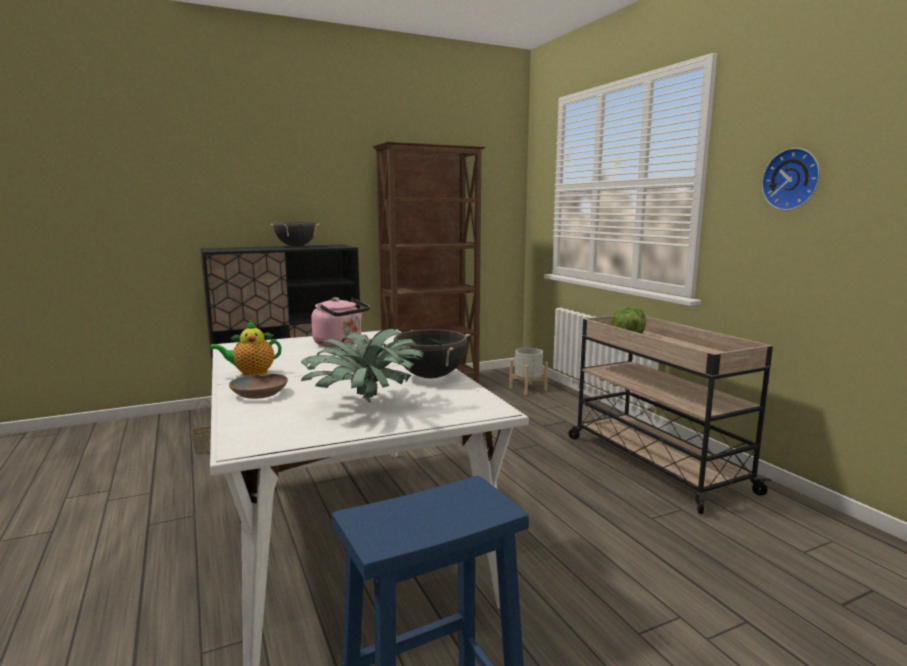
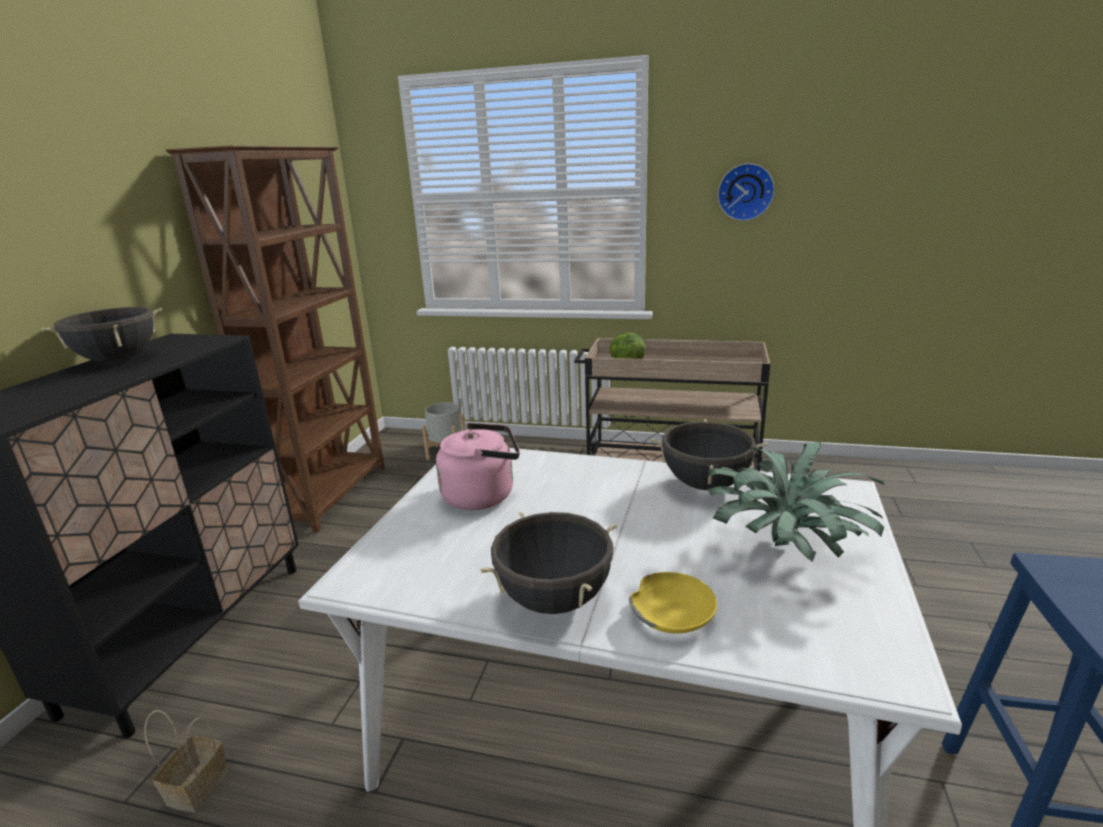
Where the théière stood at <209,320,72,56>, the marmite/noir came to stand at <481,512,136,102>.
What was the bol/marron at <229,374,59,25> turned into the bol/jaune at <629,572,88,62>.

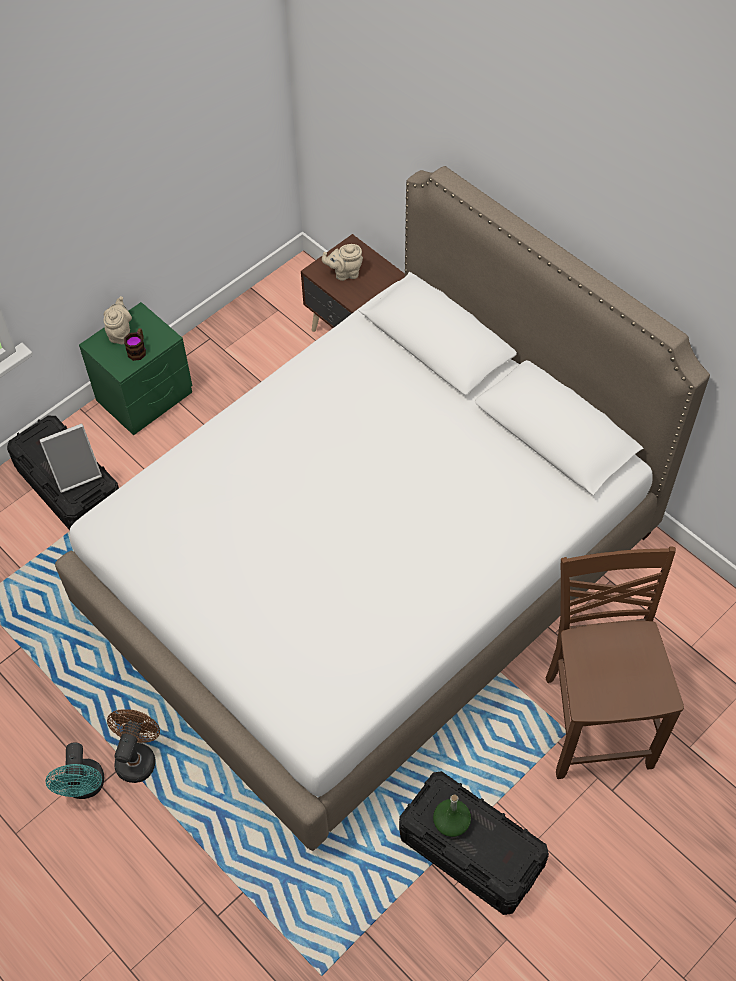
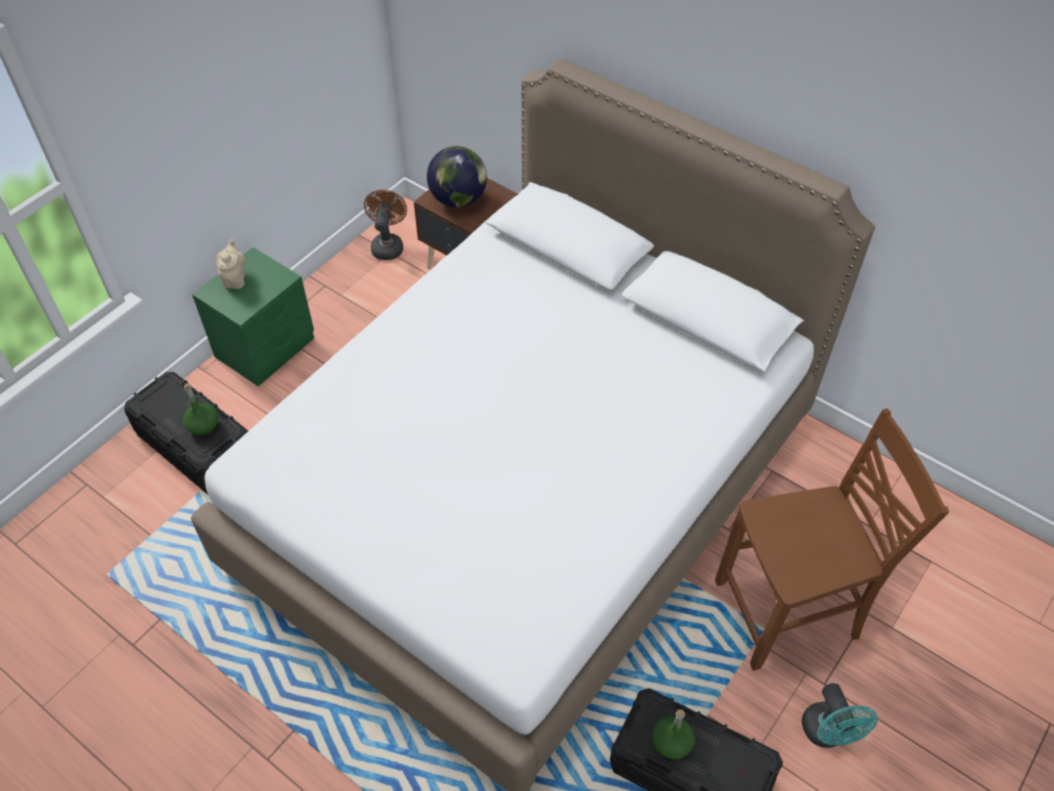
The second view lost the mug at <124,328,22,33>.
The ventilateur/turquoise ended up elsewhere, having gone from <45,742,59,57> to <802,683,76,65>.
The ventilateur/marron ended up elsewhere, having gone from <107,709,53,74> to <364,190,43,70>.
Where the cadre photo stood at <40,423,62,70>, the bouteille/vert came to stand at <183,383,35,53>.
Where the théière/beige stood at <322,244,41,37>, the globe came to stand at <427,146,60,62>.
The chaise/marron at <546,546,138,233> ended up facing another way, 90 degrees clockwise from before.

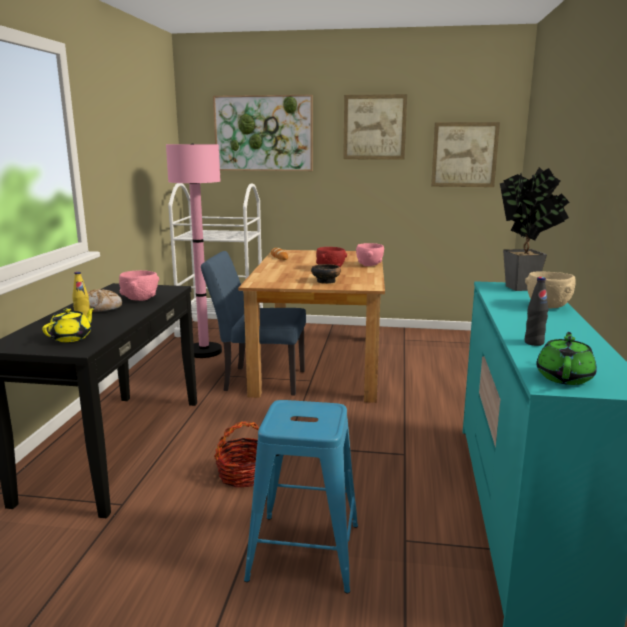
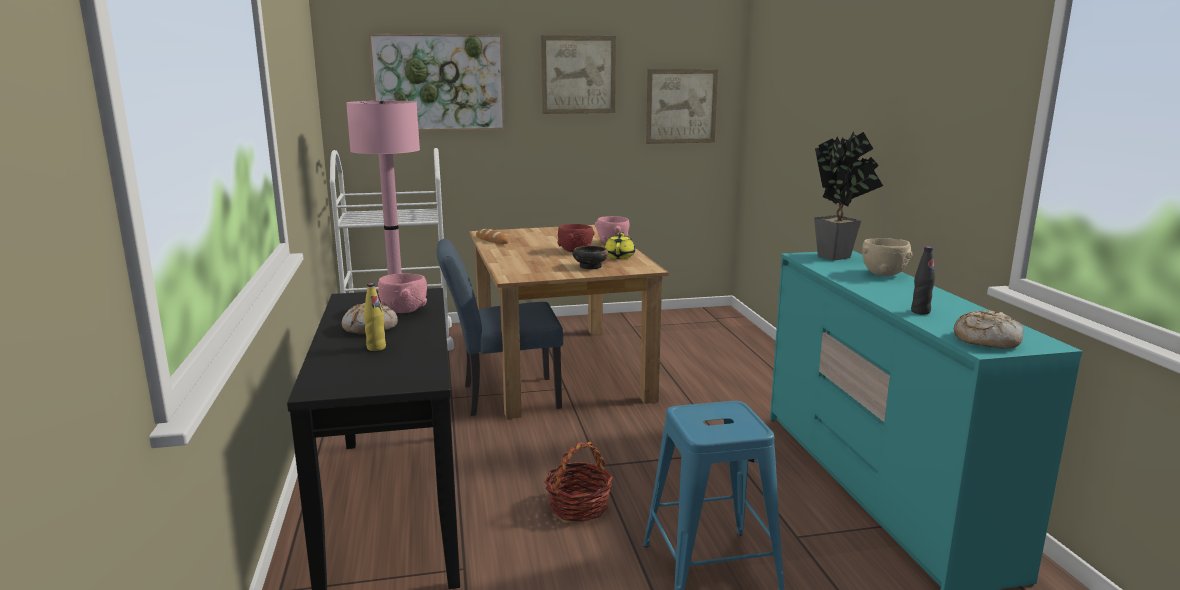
The théière/jaune ended up elsewhere, having gone from <42,307,53,35> to <605,233,30,26>.
Where the théière/vert stood at <536,332,61,53>, the pain came to stand at <954,311,70,38>.

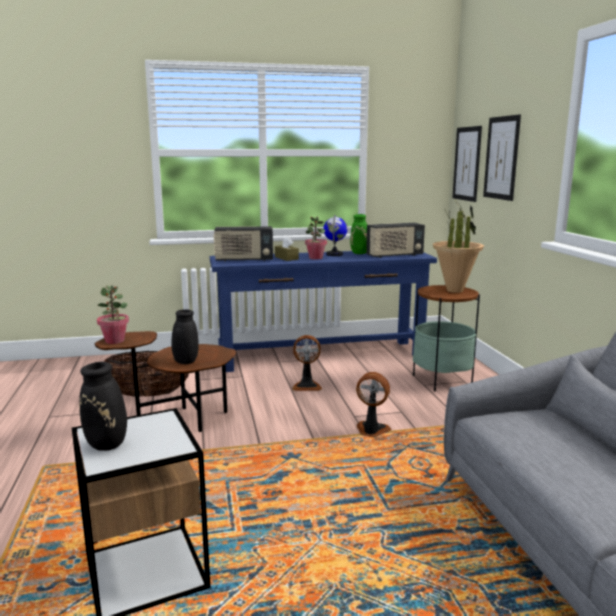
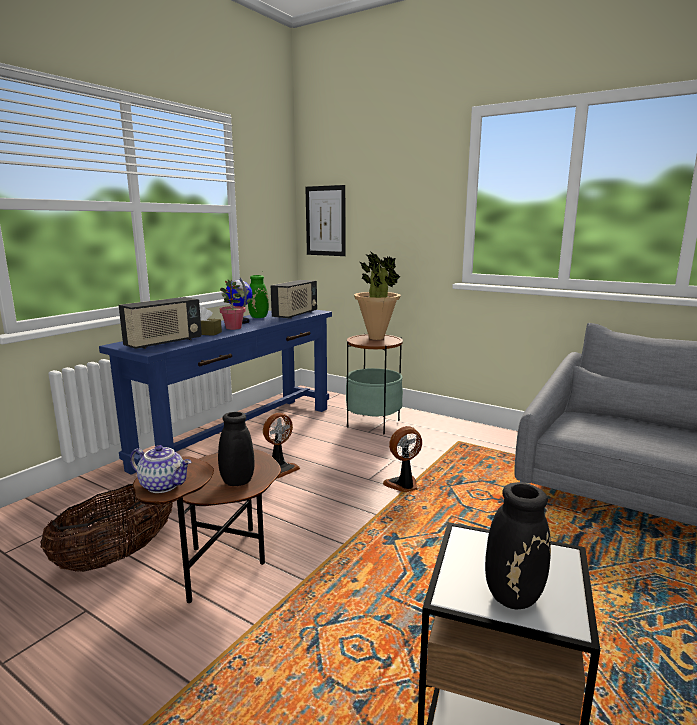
The second view lost the tableau at <483,114,38,87>.
Where the plante en pot stood at <97,285,32,59>, the théière came to stand at <130,445,61,48>.

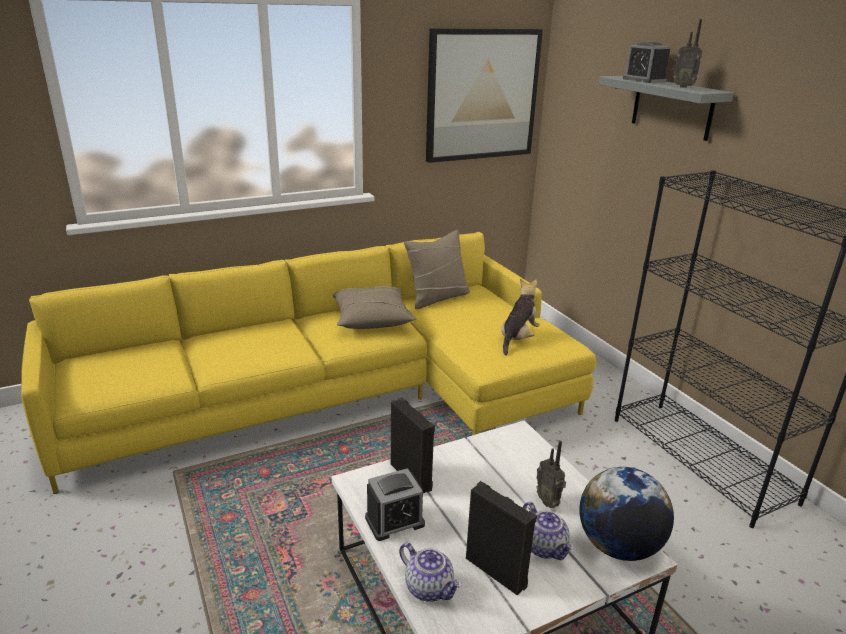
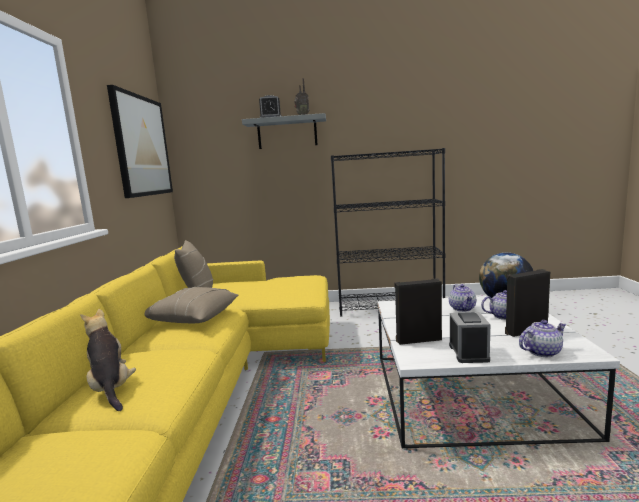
The peluche ended up elsewhere, having gone from <501,279,39,76> to <80,309,56,102>.
Where the radio stood at <536,441,30,67>, the théière came to stand at <449,284,27,28>.

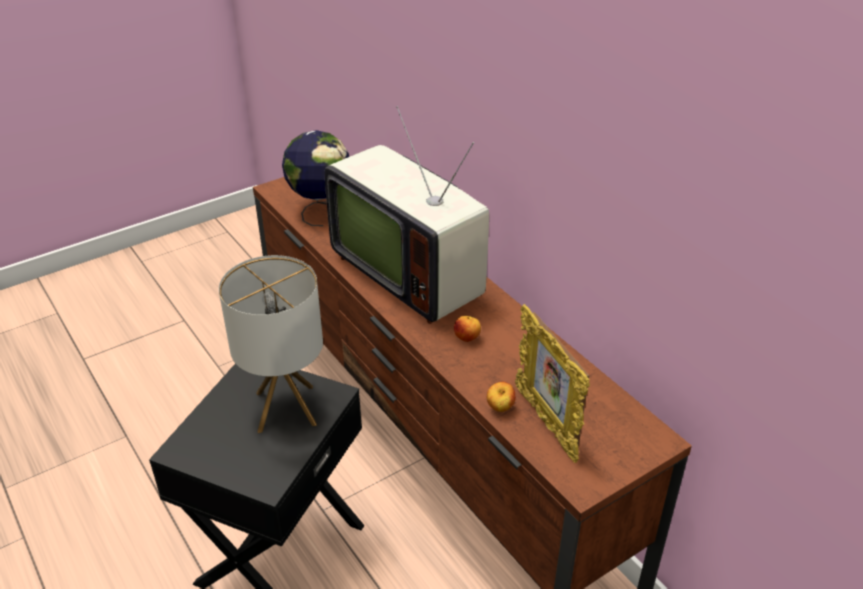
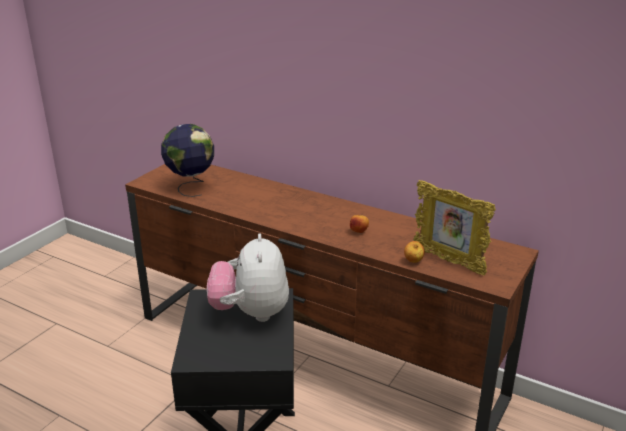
The second view lost the téléviseur at <324,106,165,218>.
Where the lampe de table stood at <219,255,104,178>, the peluche came to stand at <207,234,82,88>.

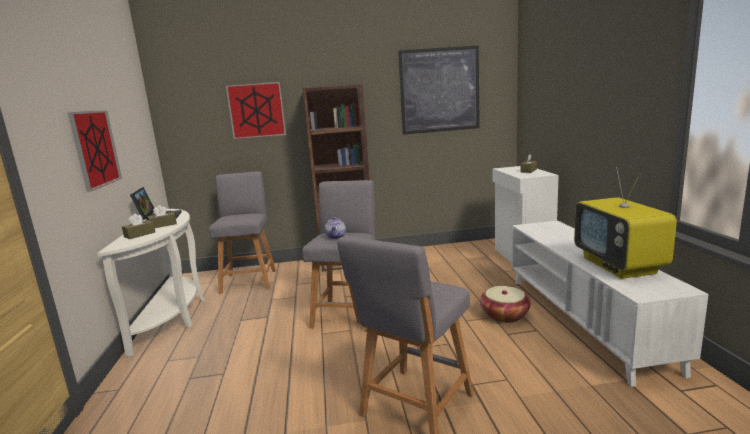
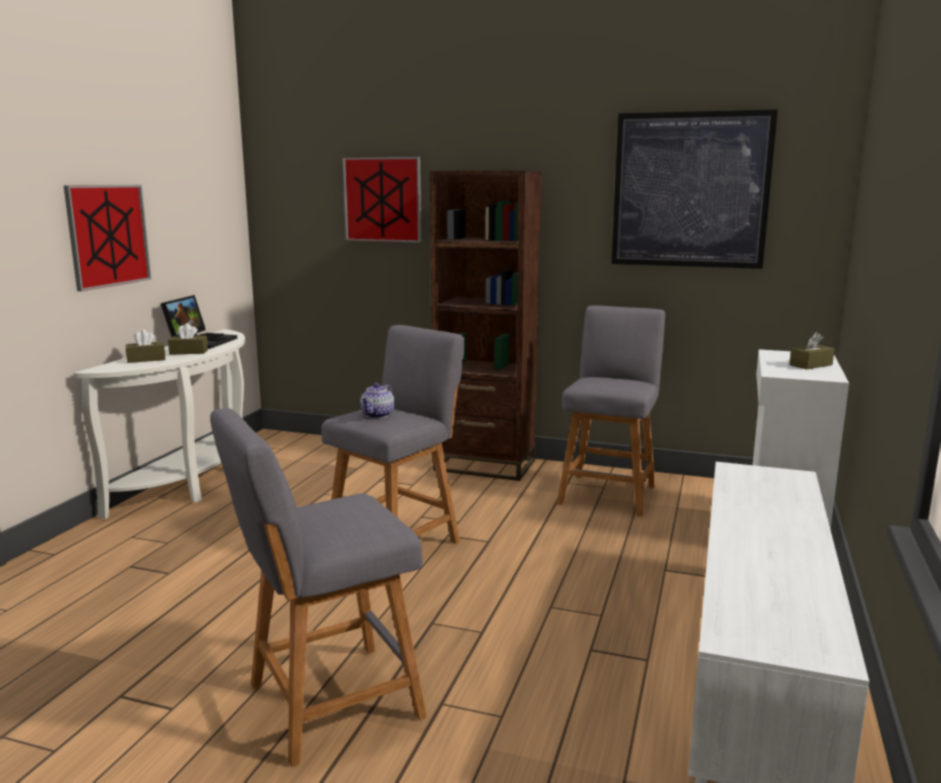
The second view lost the panier at <480,286,51,37>.
The second view lost the téléviseur at <574,167,103,112>.
The tabouret/gris ended up elsewhere, having gone from <209,172,67,122> to <556,306,109,211>.

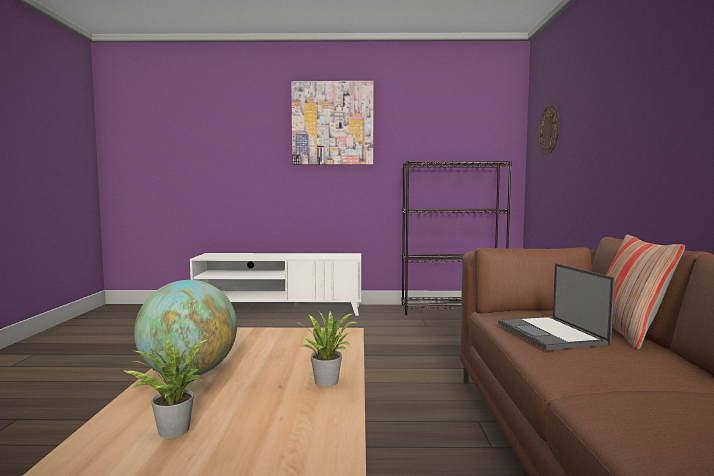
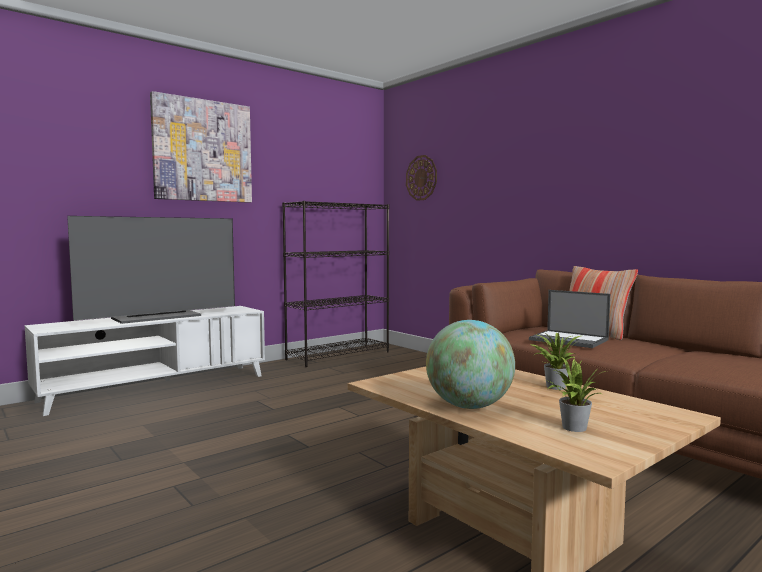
The second view gained the téléviseur at <67,216,168,108>.

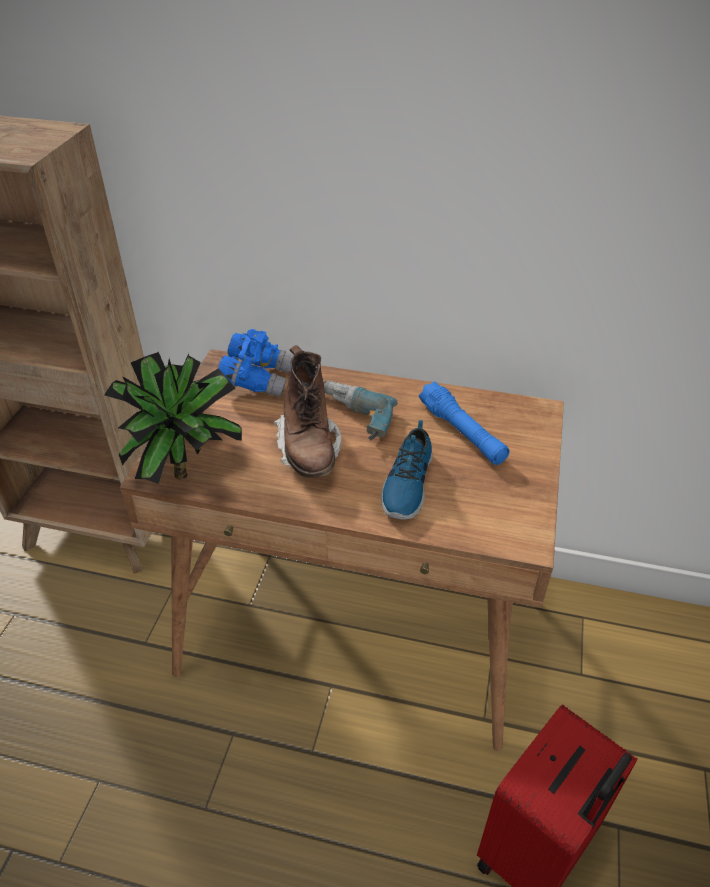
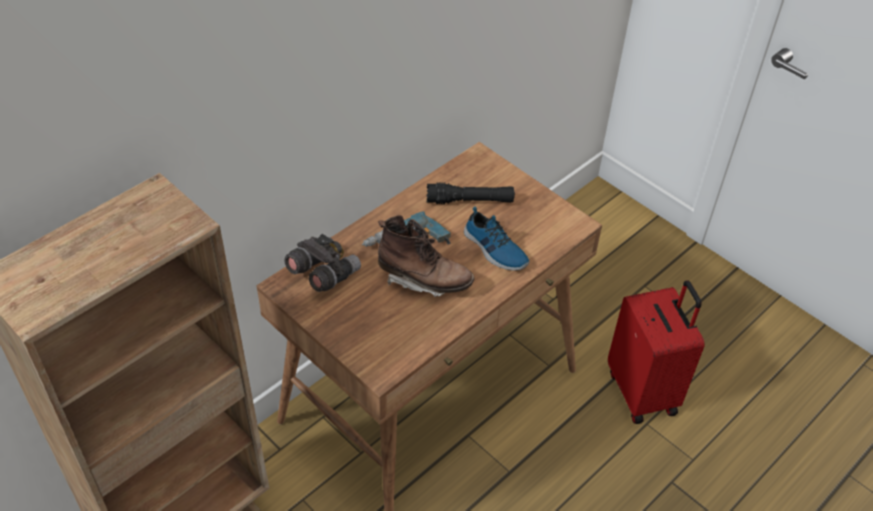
The second view lost the plante en pot at <104,352,138,132>.
What was the jumelles/bleu at <218,329,76,68> turned into the jumelles/gris at <285,234,76,58>.
What was the lampe de poche/bleu at <419,381,91,84> turned into the lampe de poche/noir at <427,182,88,22>.

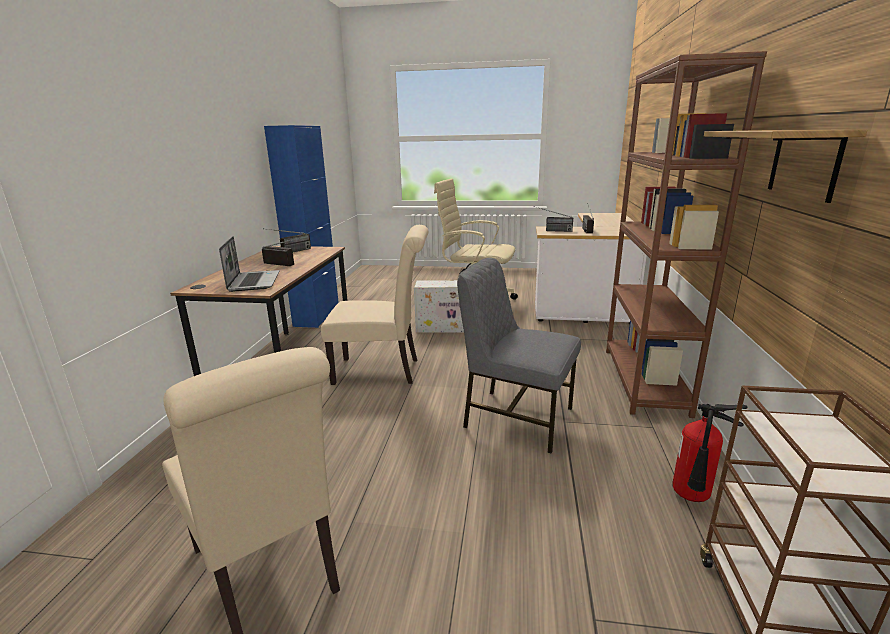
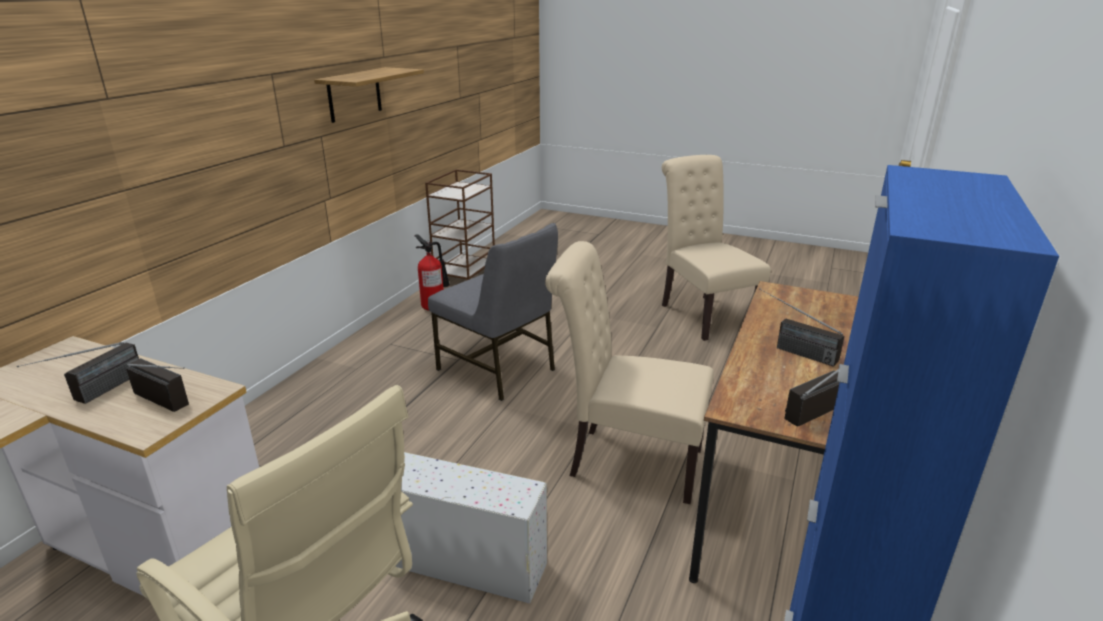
The second view lost the ordinateur portable at <219,236,61,56>.
The second view lost the bibliothèque/marron at <606,51,161,367>.

